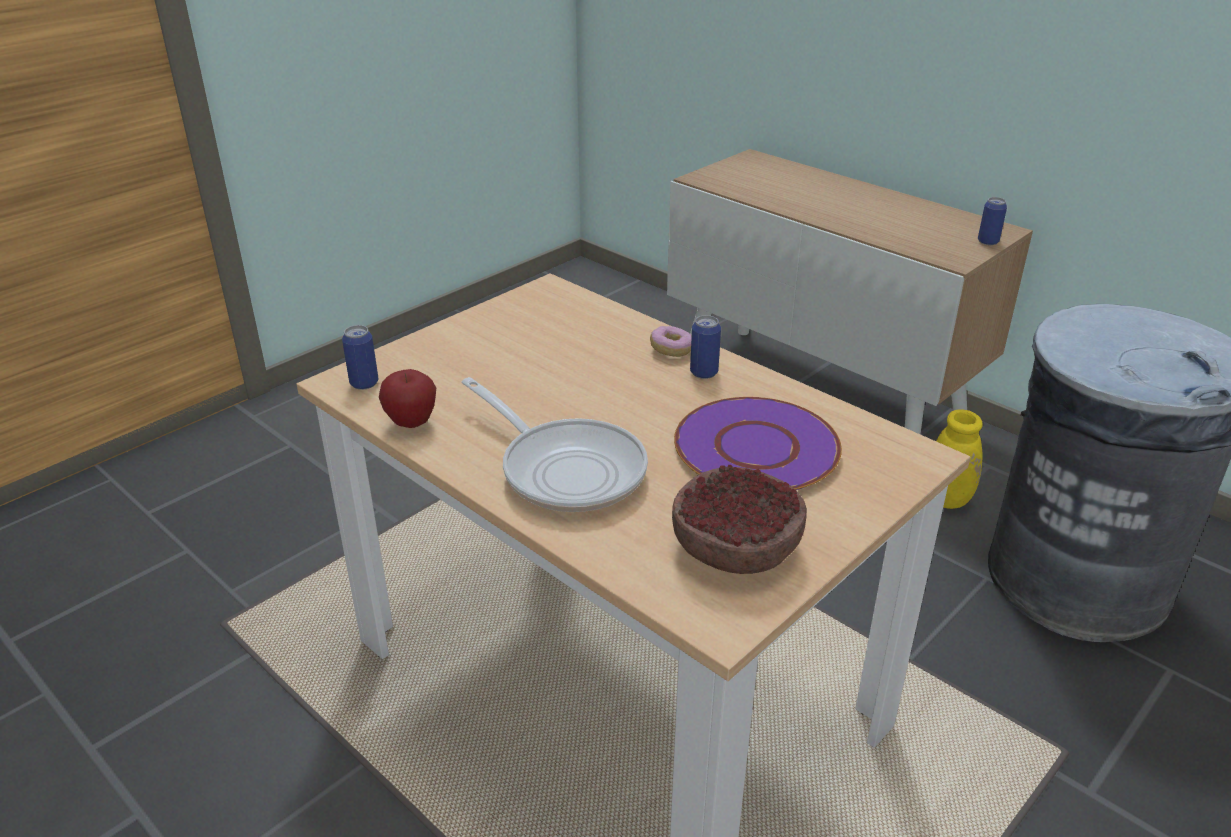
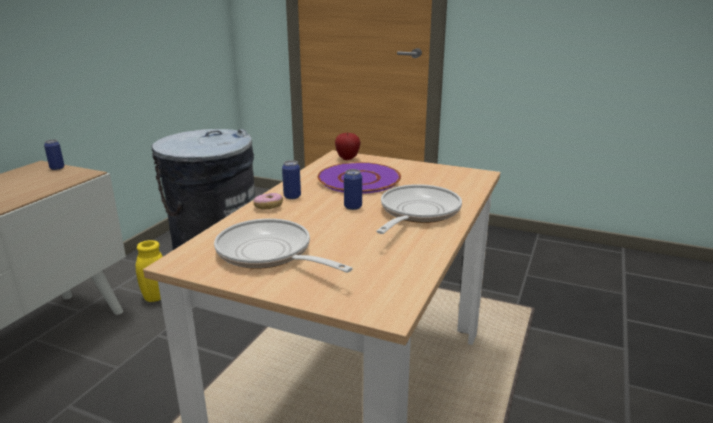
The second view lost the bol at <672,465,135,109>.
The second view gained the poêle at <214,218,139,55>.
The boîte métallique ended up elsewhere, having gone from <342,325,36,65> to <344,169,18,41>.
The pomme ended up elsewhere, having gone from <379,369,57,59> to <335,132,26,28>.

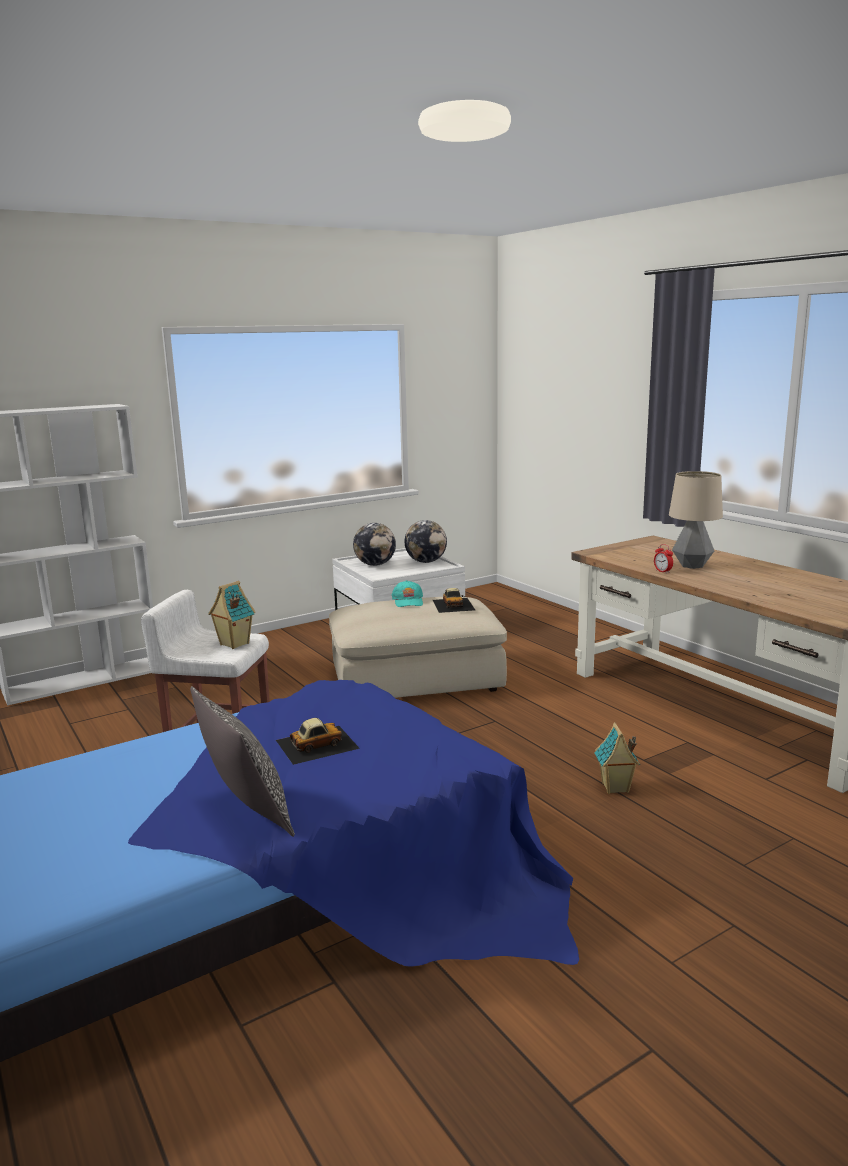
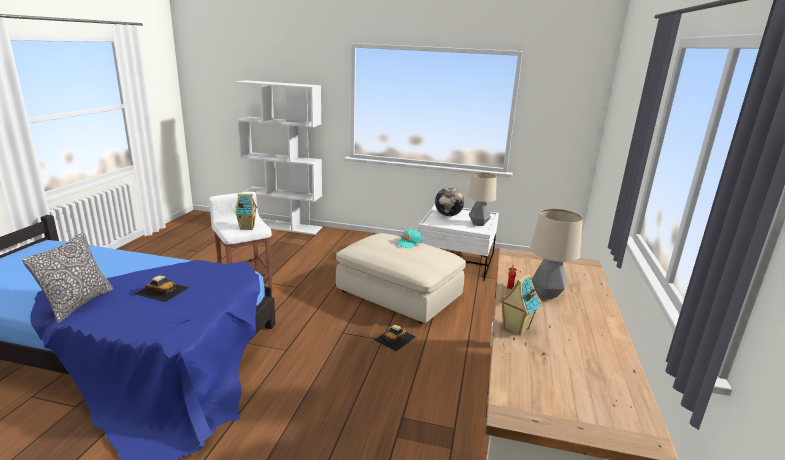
The petite voiture ended up elsewhere, having gone from <433,588,42,25> to <374,325,42,26>.
The maison miniature ended up elsewhere, having gone from <594,723,46,71> to <499,273,43,62>.
Where the globe stood at <405,520,42,43>, the lampe de table came to stand at <468,172,28,54>.

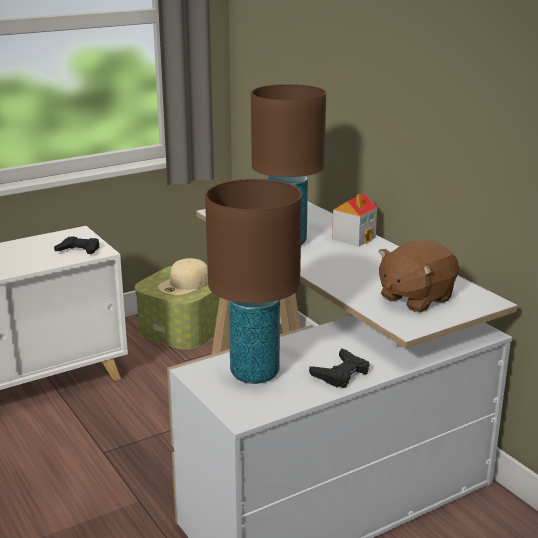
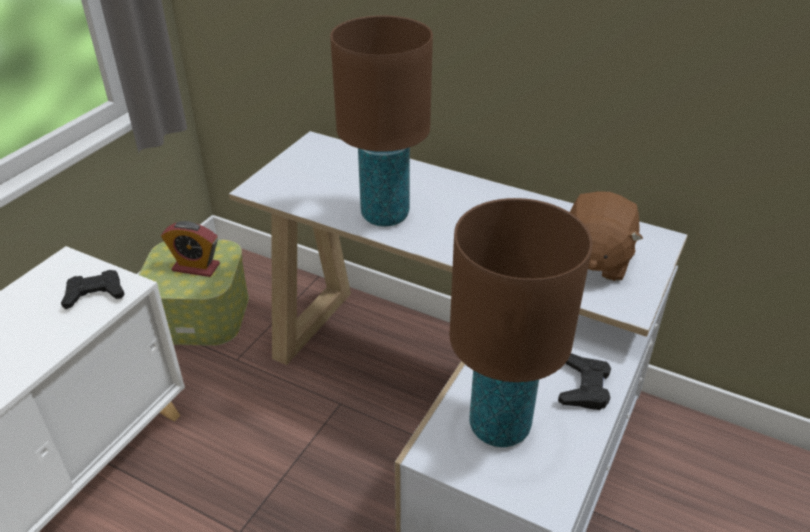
The second view lost the maison miniature at <332,193,45,54>.
Where the casquette/beige stood at <158,258,50,37>, the réveil came to stand at <161,221,59,56>.

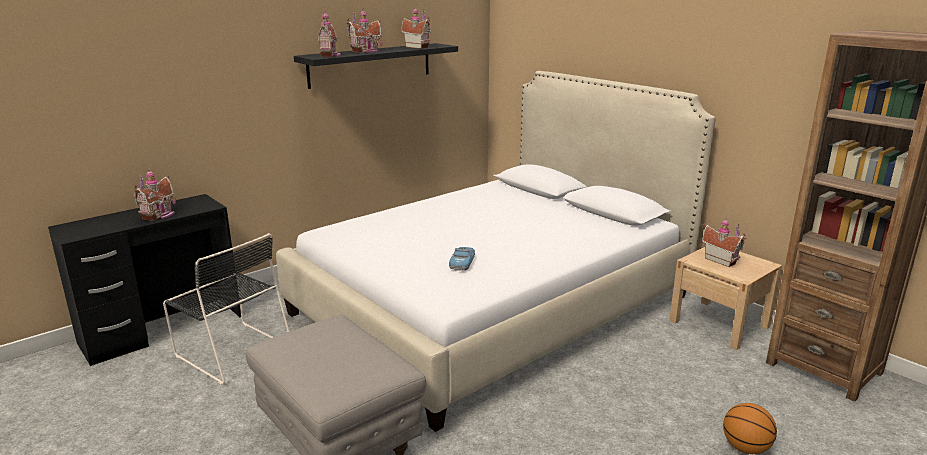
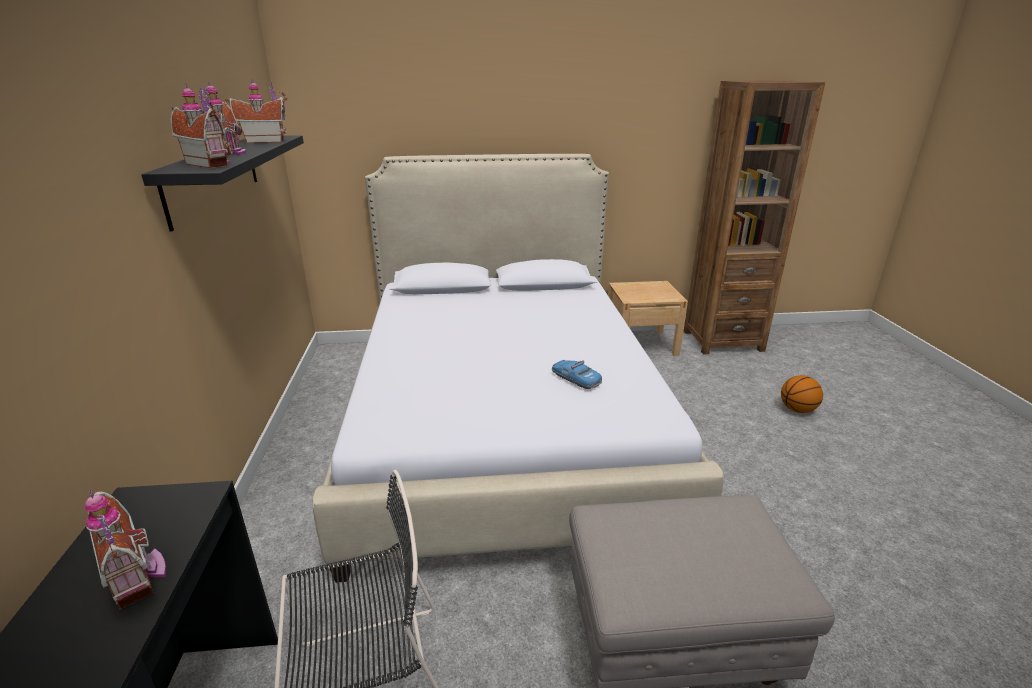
The second view lost the maison miniature at <702,218,44,49>.

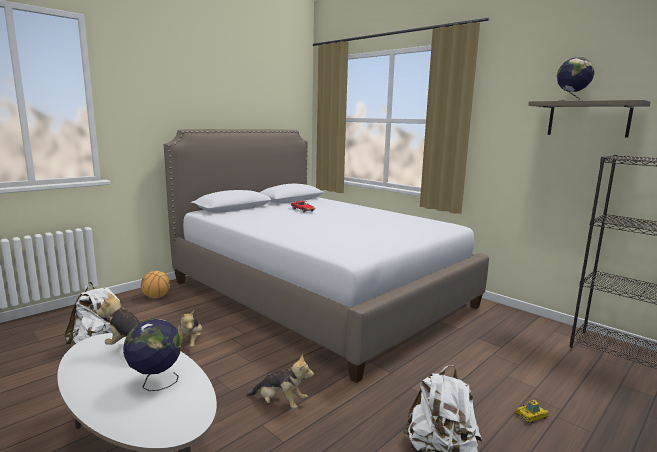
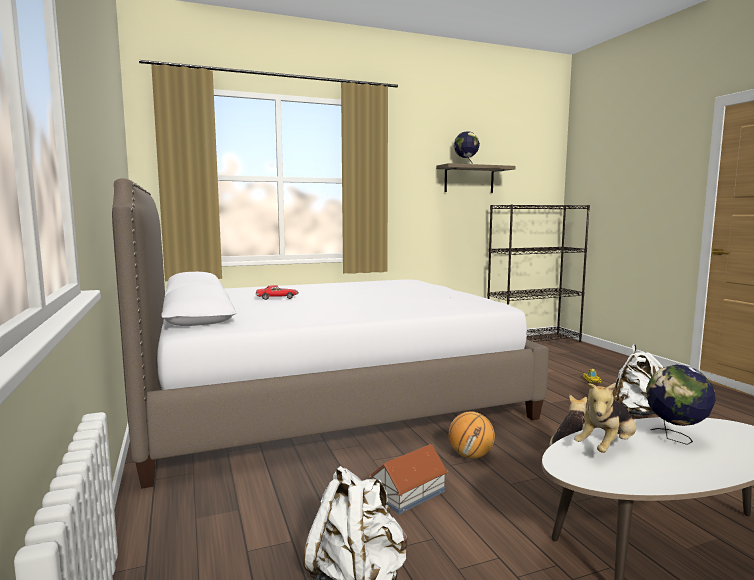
The ballon de basket ended up elsewhere, having gone from <141,271,29,27> to <449,411,46,47>.
Where the peluche stood at <178,311,24,37>, the maison miniature came to stand at <369,444,79,70>.

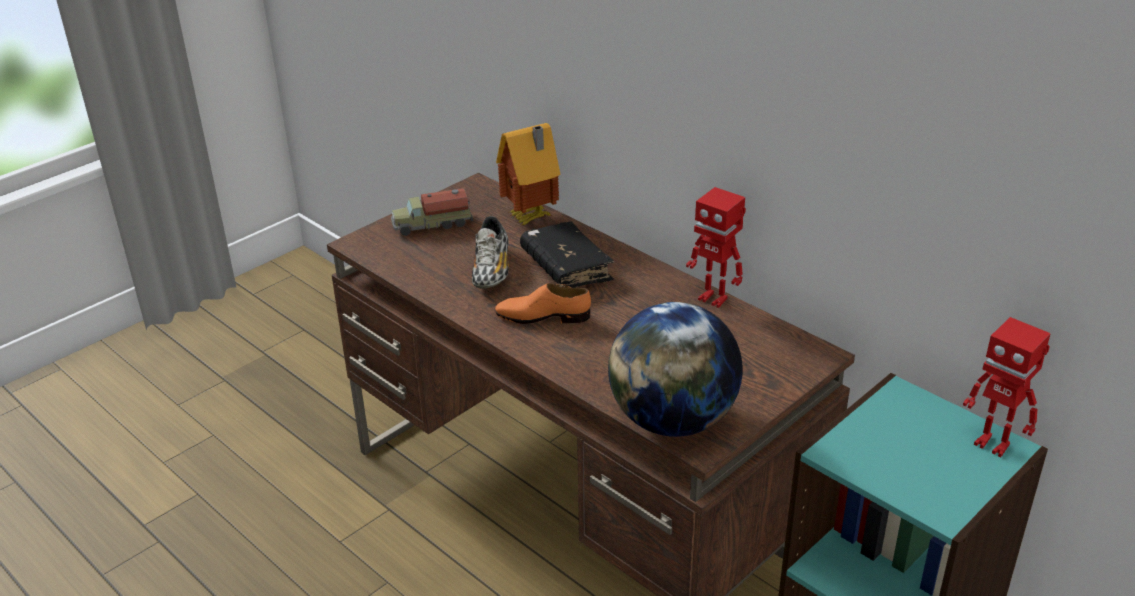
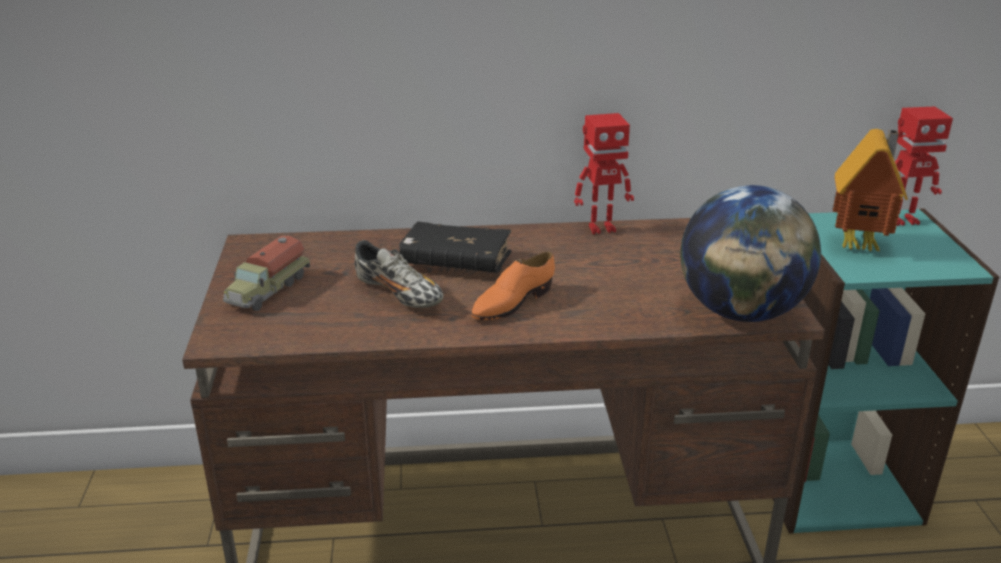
The maison miniature ended up elsewhere, having gone from <496,123,65,102> to <833,129,75,123>.

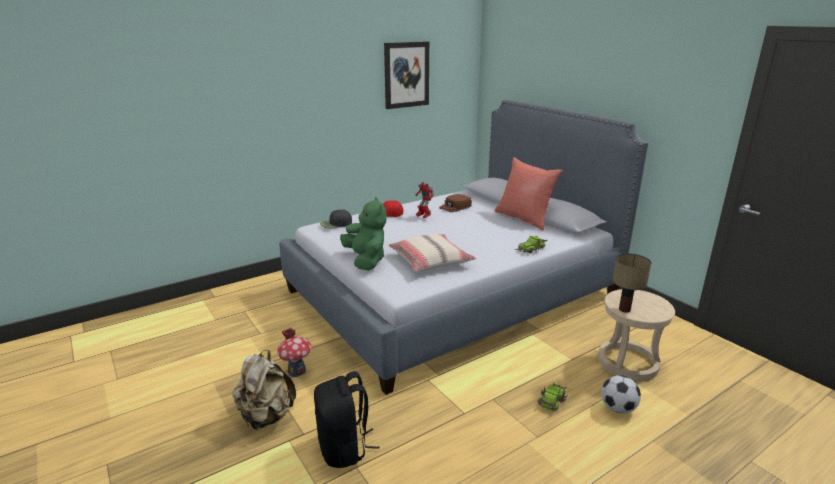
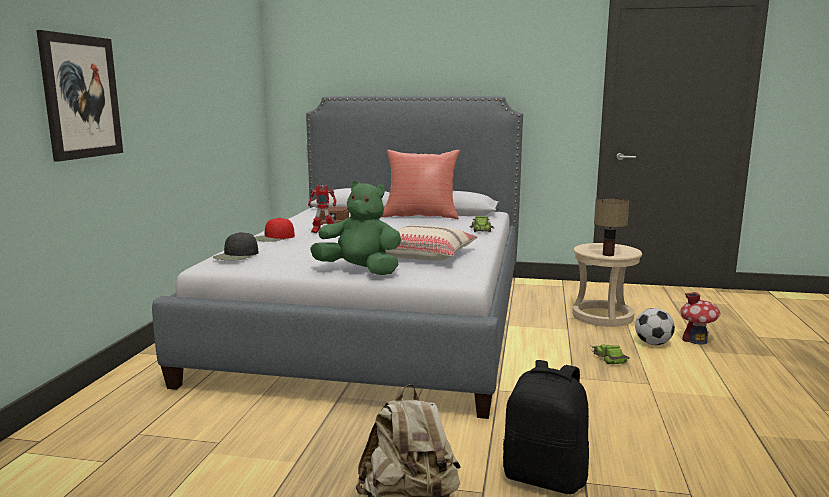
The maison miniature ended up elsewhere, having gone from <277,328,34,49> to <680,292,40,53>.
The tableau ended up elsewhere, having gone from <384,41,45,68> to <36,30,87,132>.

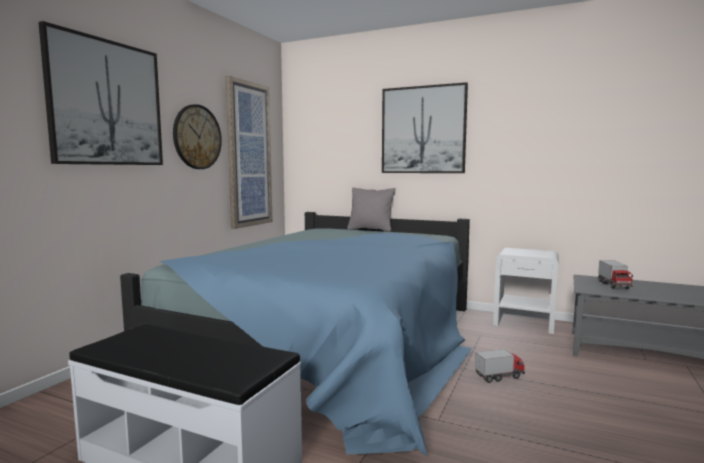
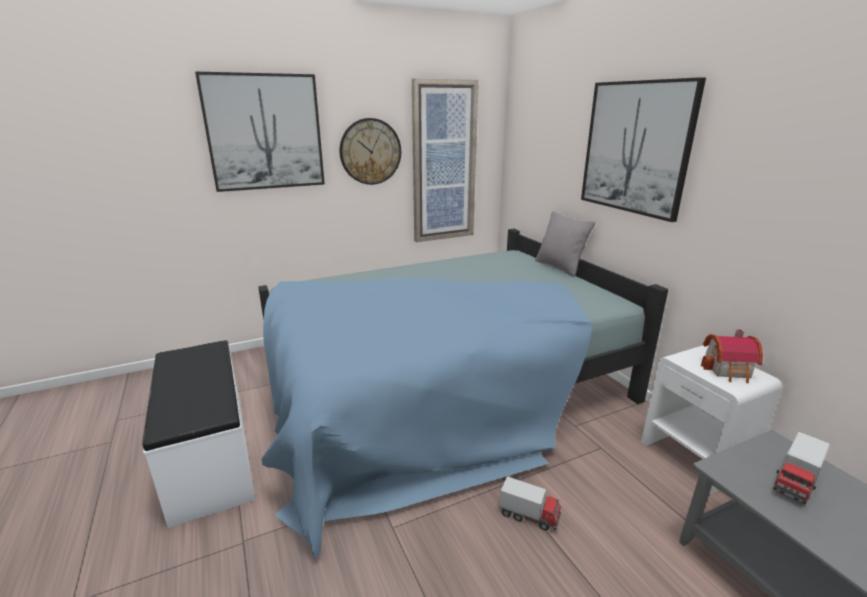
The second view gained the maison miniature at <701,329,62,54>.

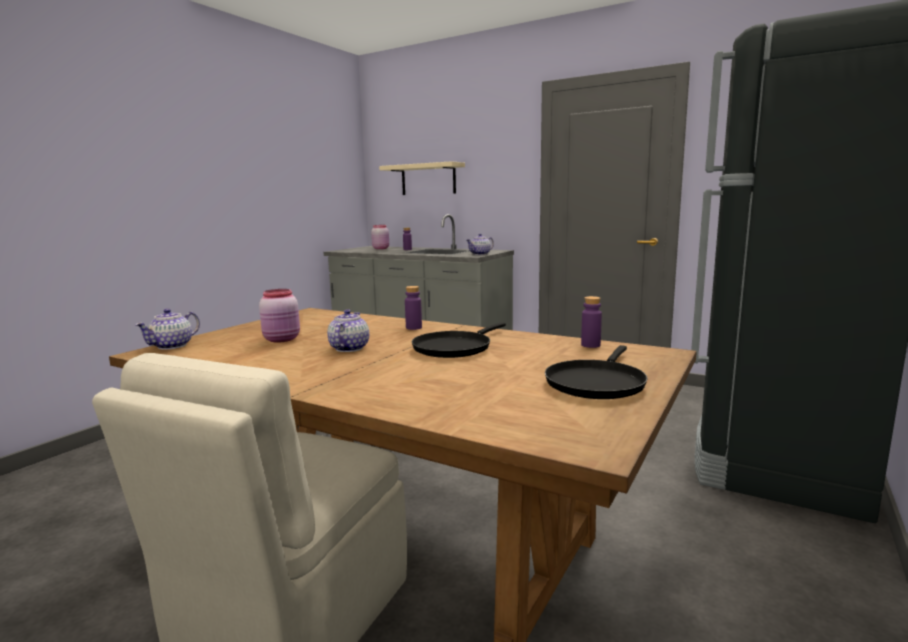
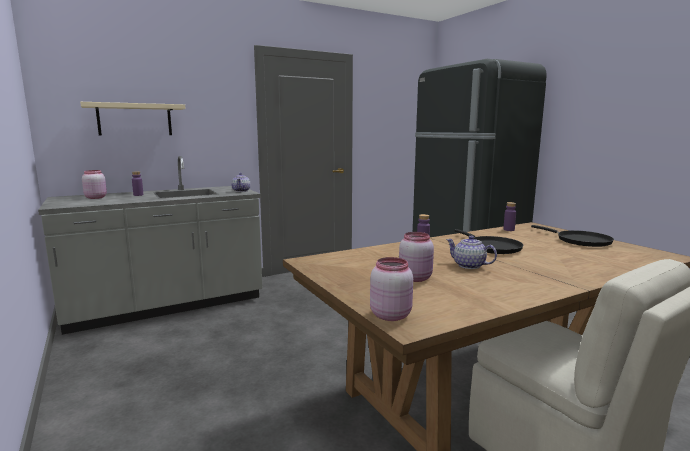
Where the théière stood at <135,309,65,41>, the bocal/rose came to stand at <370,257,43,64>.

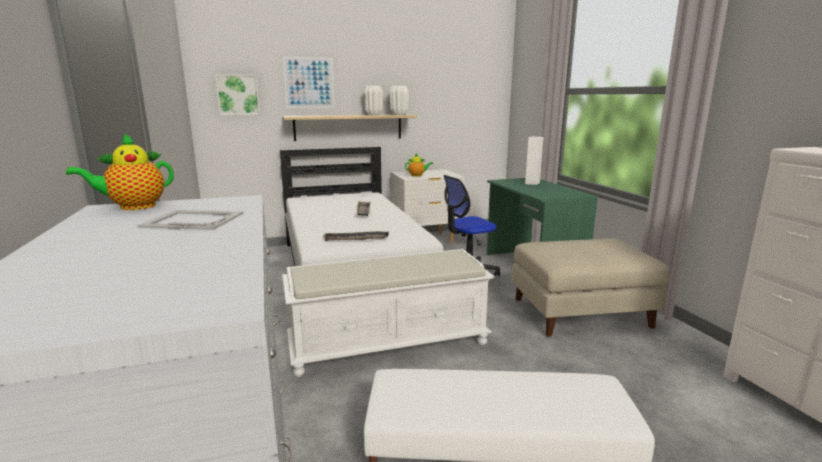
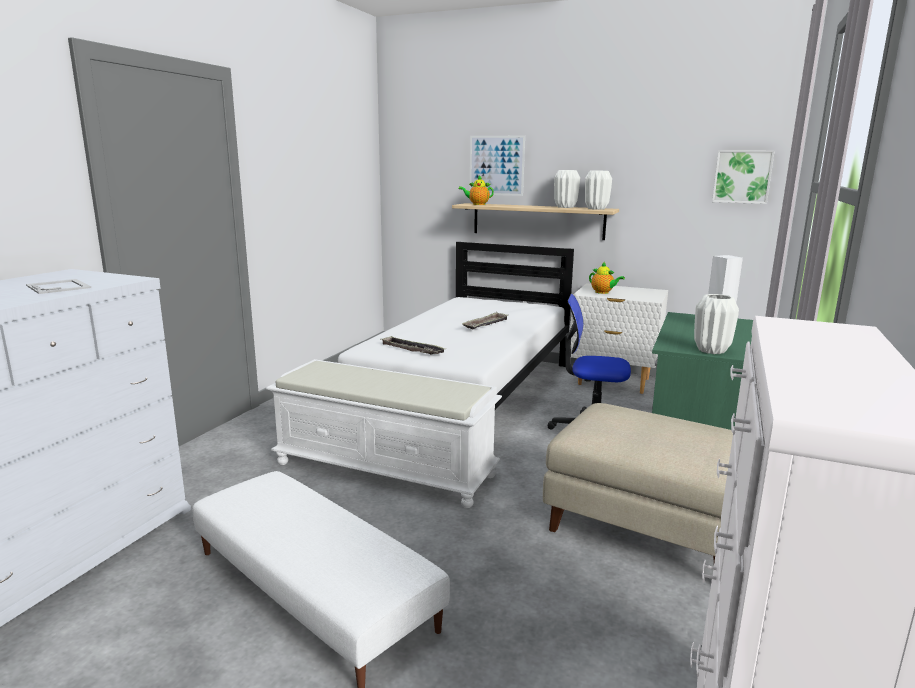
The second view gained the vase/blanc at <694,294,45,60>.
The théière ended up elsewhere, having gone from <66,134,108,76> to <458,175,36,30>.
The tableau ended up elsewhere, having gone from <215,74,45,41> to <712,150,63,54>.

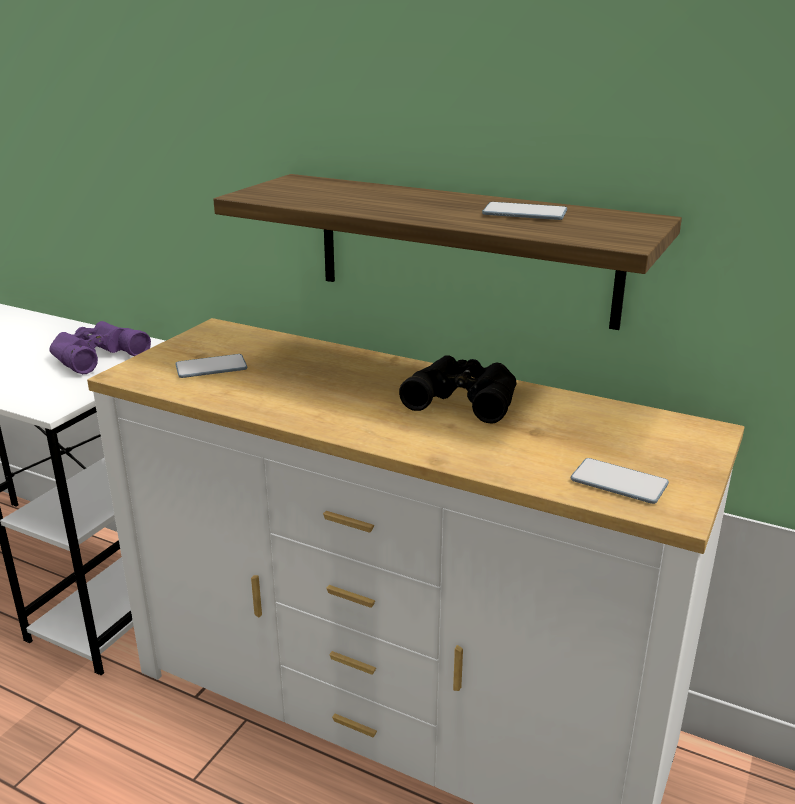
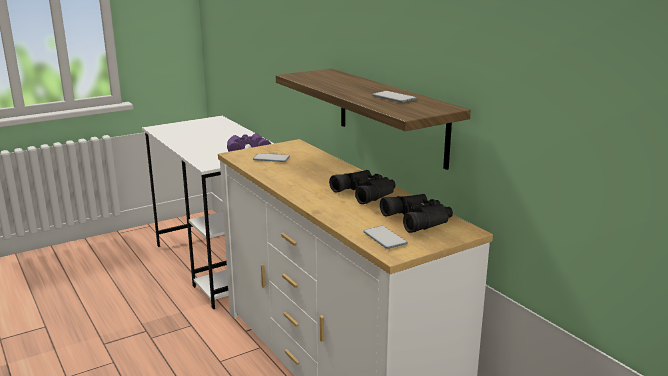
The second view gained the jumelles/noir at <380,194,73,39>.

